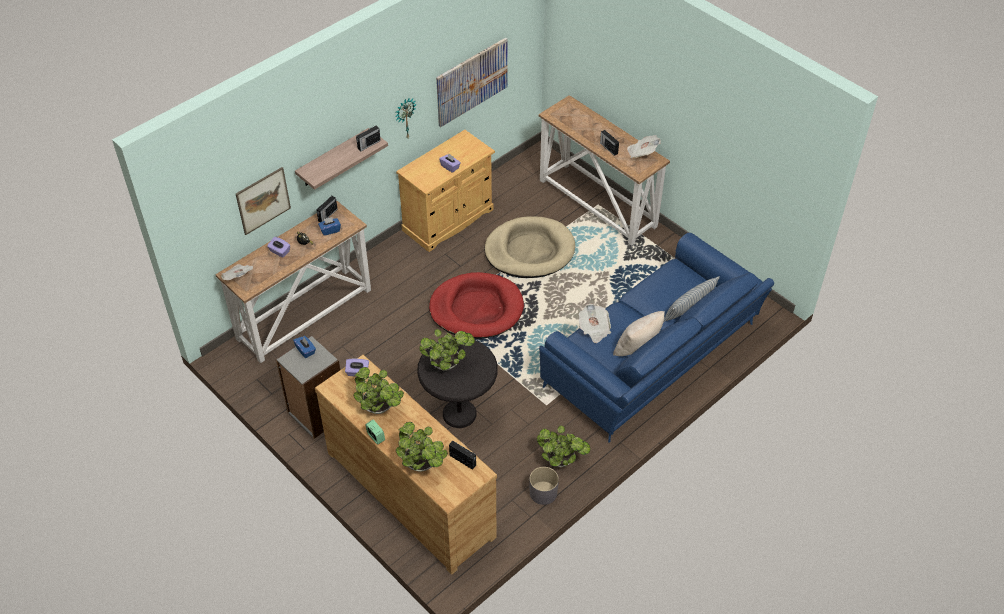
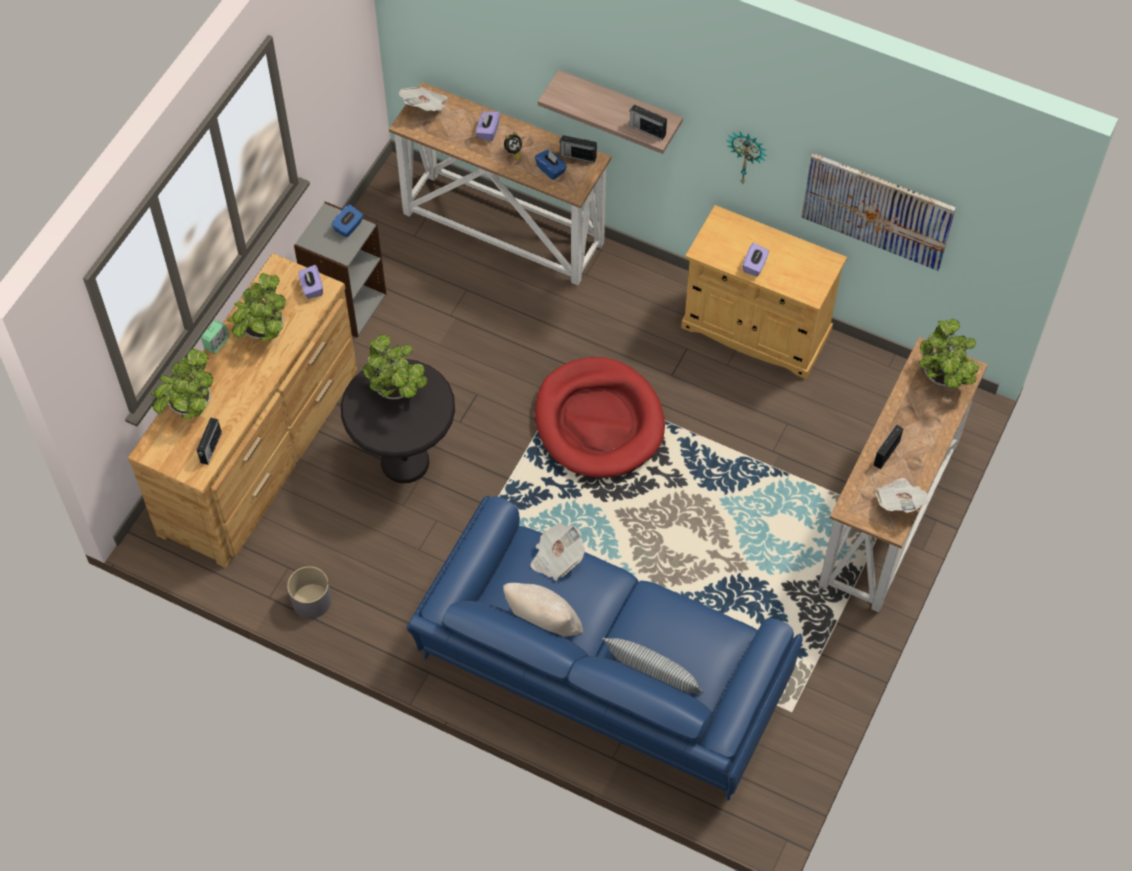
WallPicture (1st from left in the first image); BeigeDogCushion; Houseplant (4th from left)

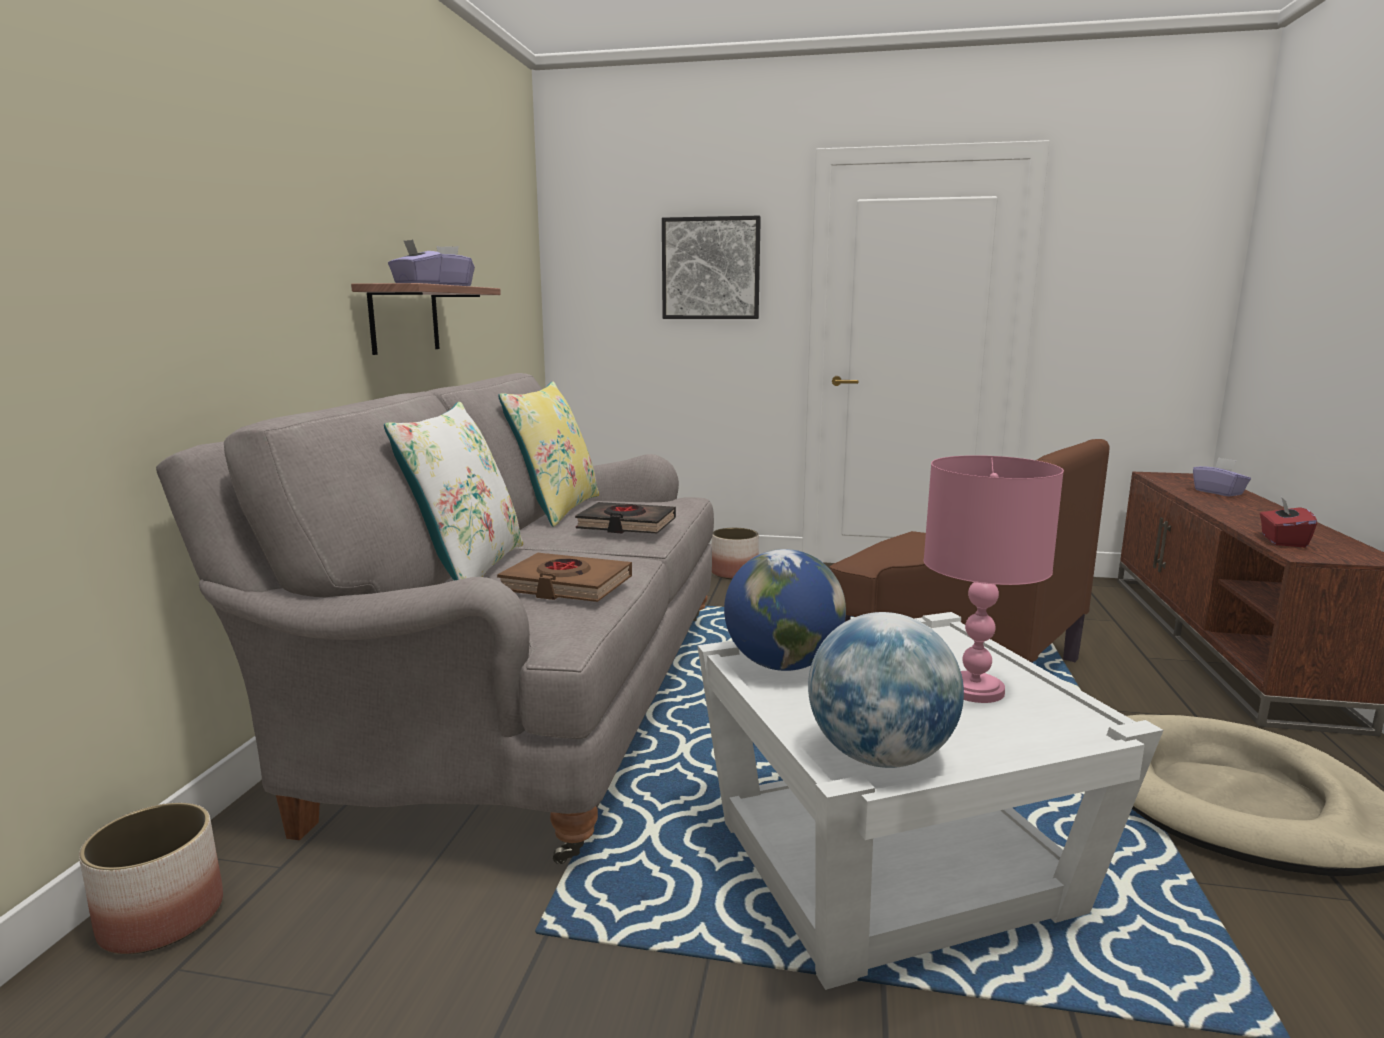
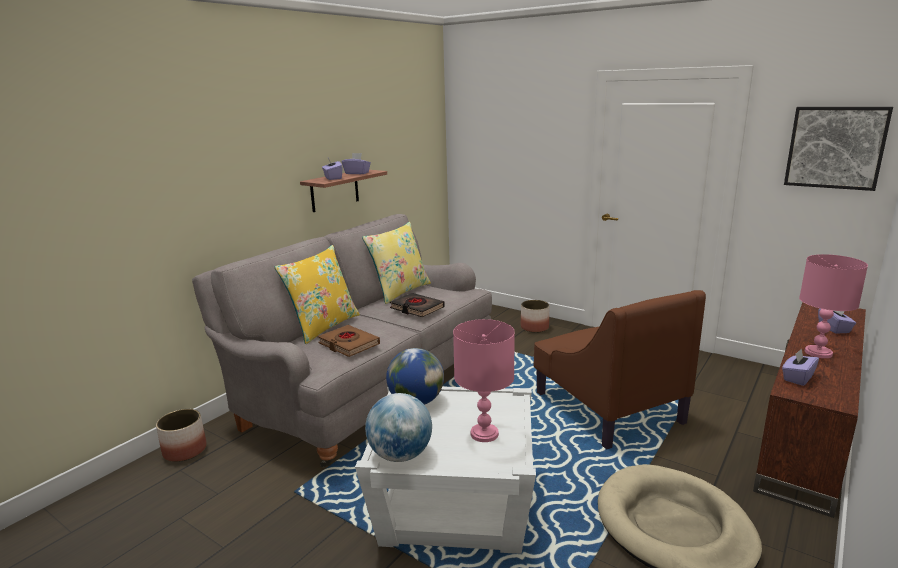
YellowPillow (1st from left); WallPicture; PurpleTissueHolder (3rd from left); PinkLampForATable (2nd from left)

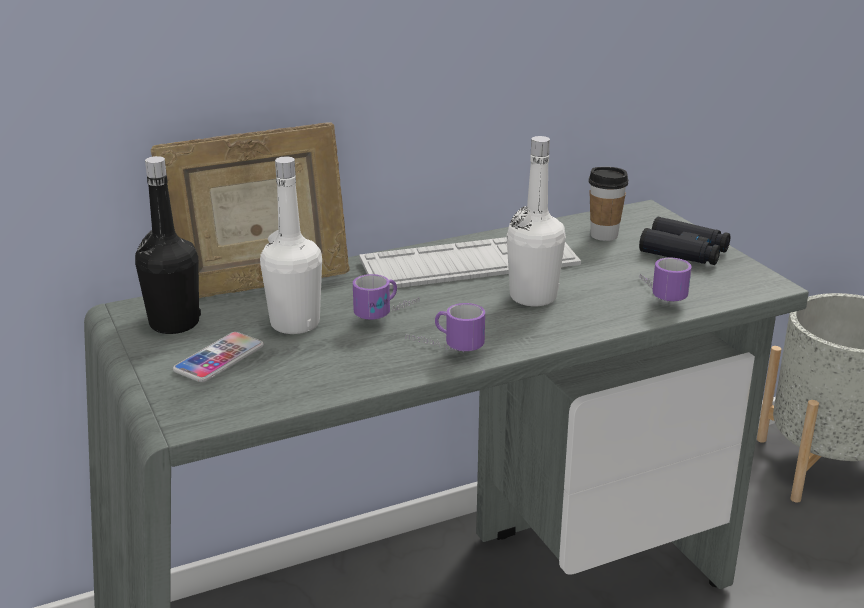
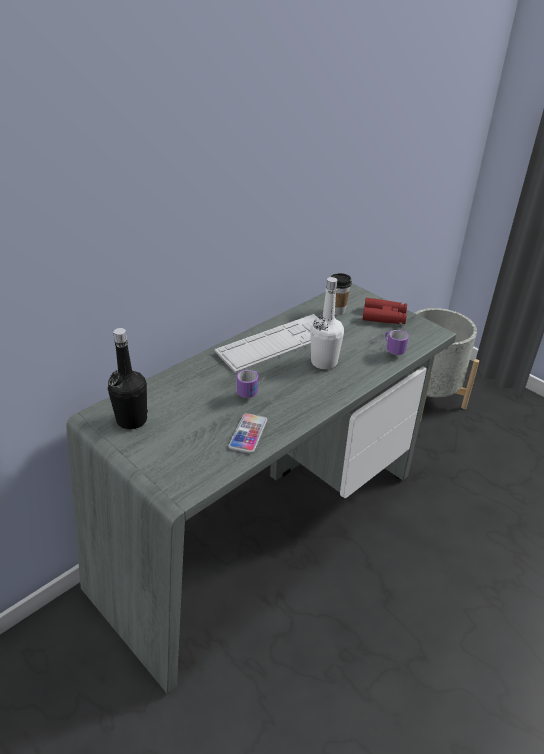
PictureFrame; Telephone; WhiteColouredBottle (1st from left in the first image); TeaMug (2nd from left in the first image); ReddishBinoculars

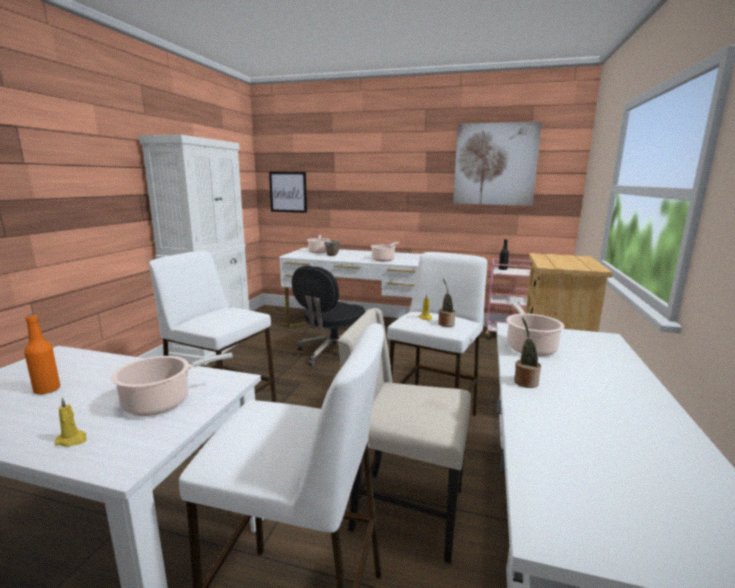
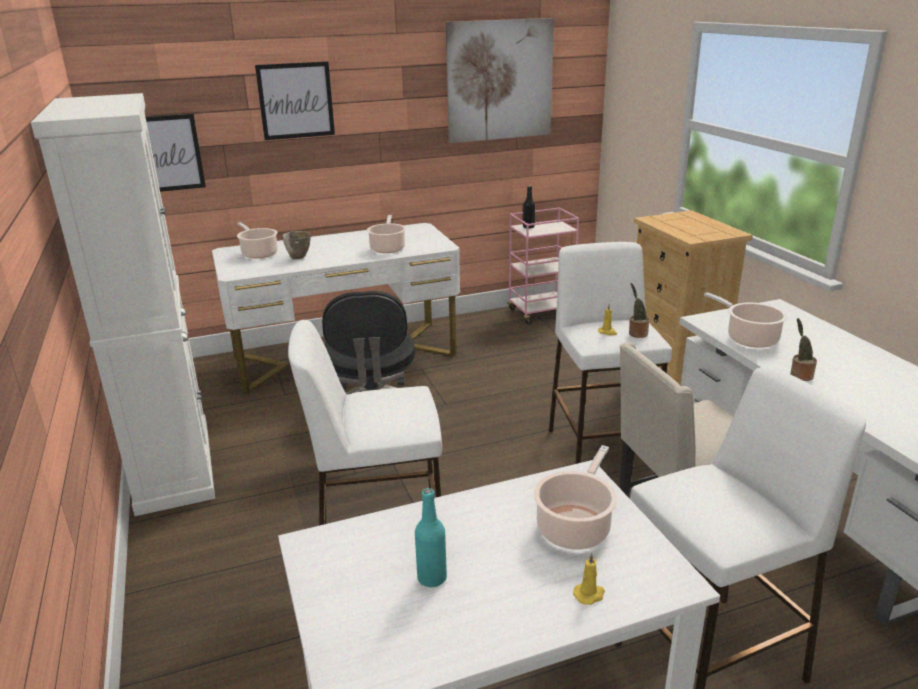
TurquoiseBottle; WallPicture (2nd from left)

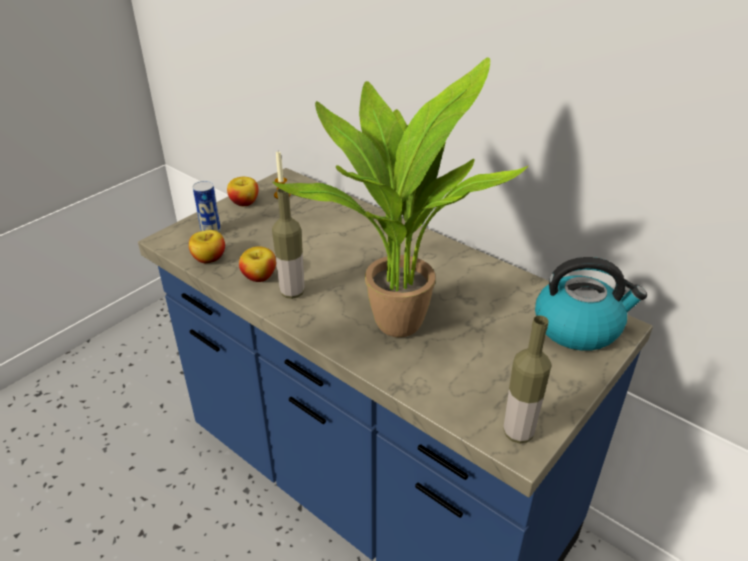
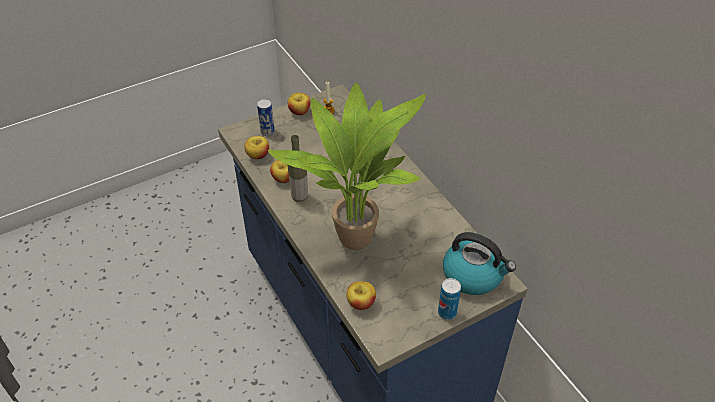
Bottle (2nd from left in the first image); WholeApple (4th from left); Can (2nd from left)

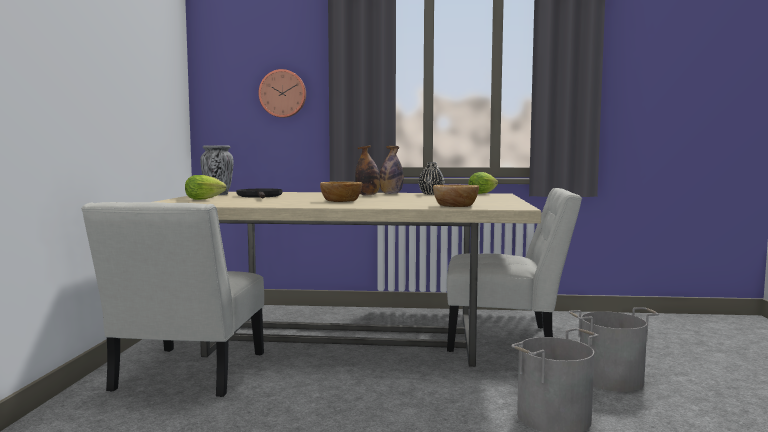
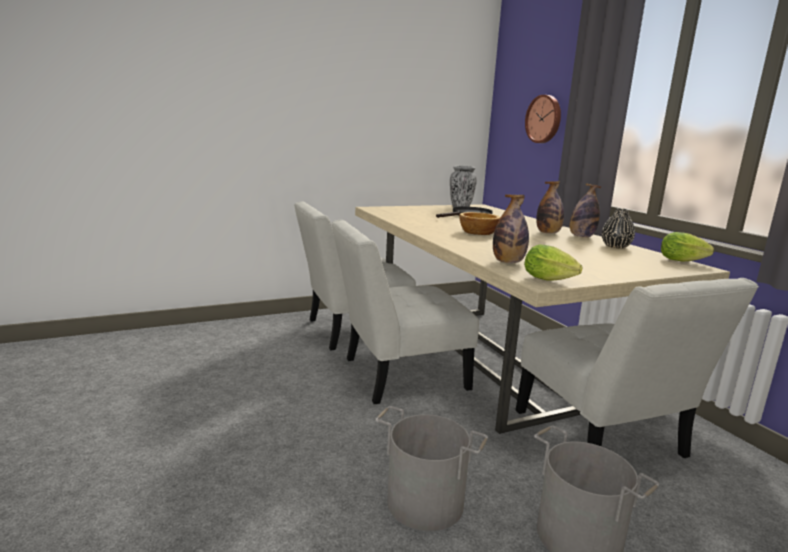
LettuceHead (1st from left); Bottle (1st from left); WhiteColouredChair (2nd from left)

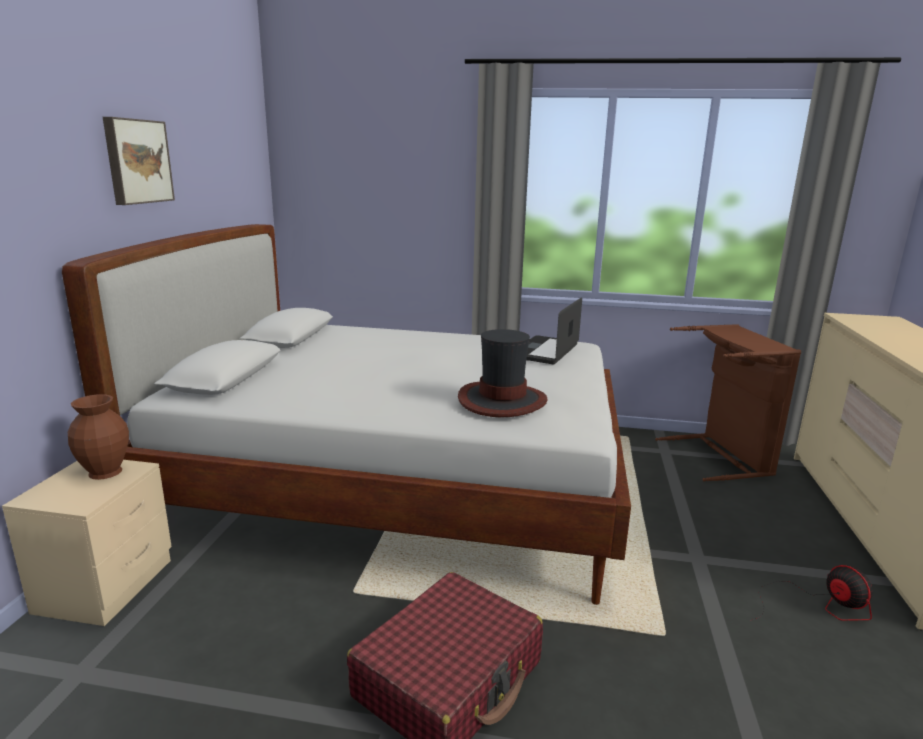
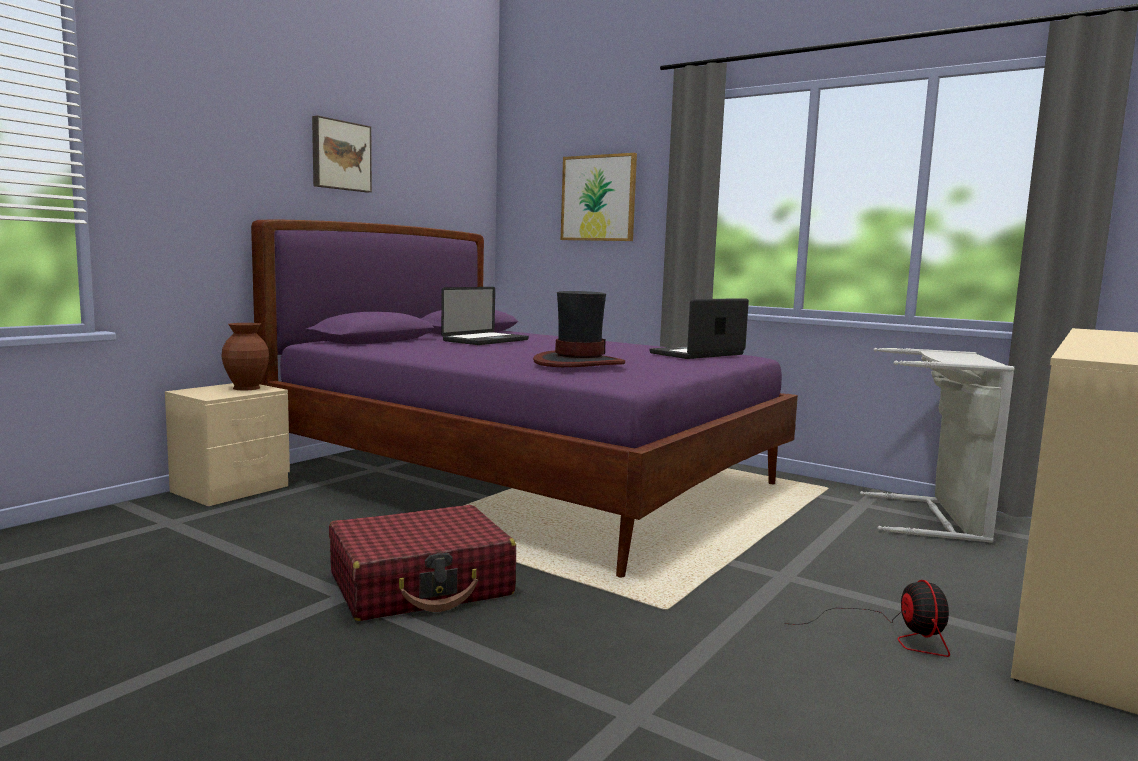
PurpleBedroomBed; GreyWashingBasket; NotebookComputer (1st from left); WallPicture (2nd from left)

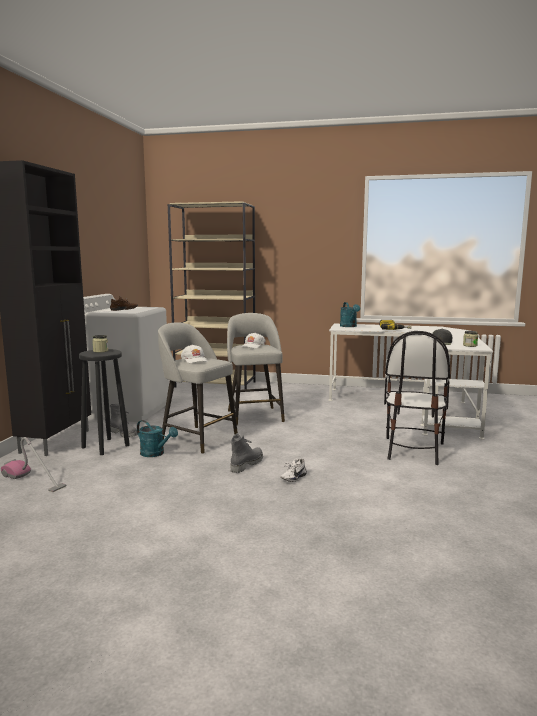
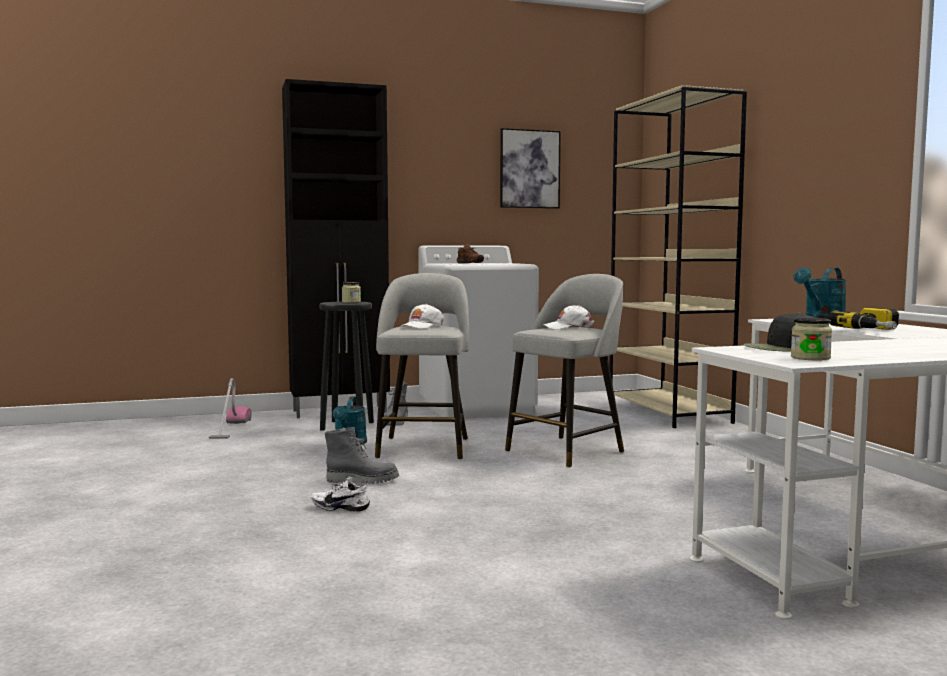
Chair; WallPicture

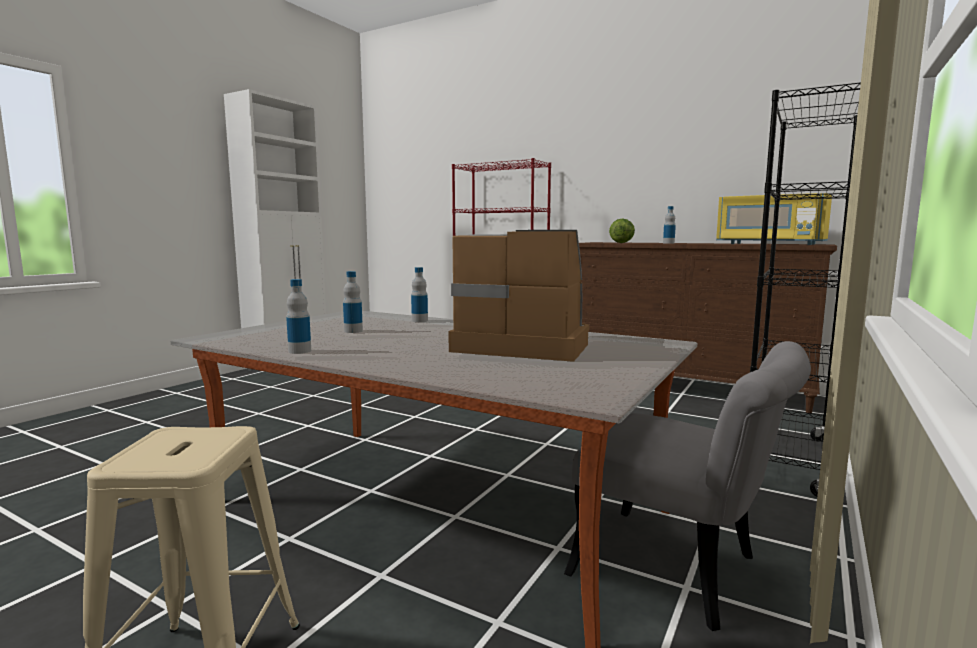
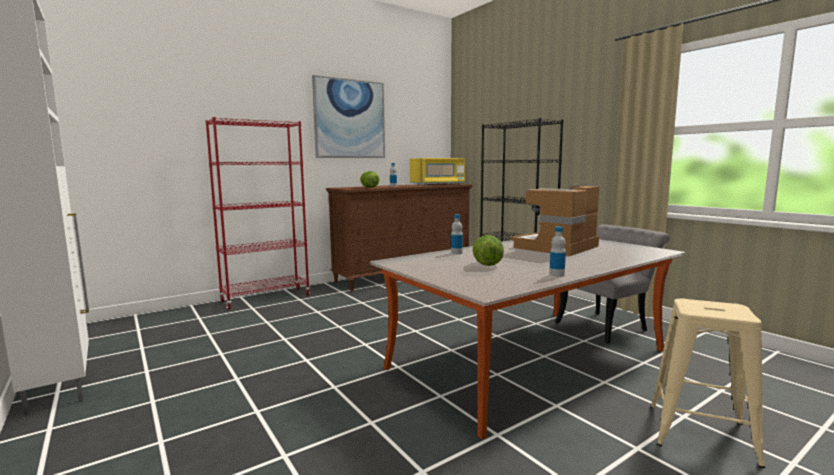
LettuceHead (2nd from left); WallPicture

